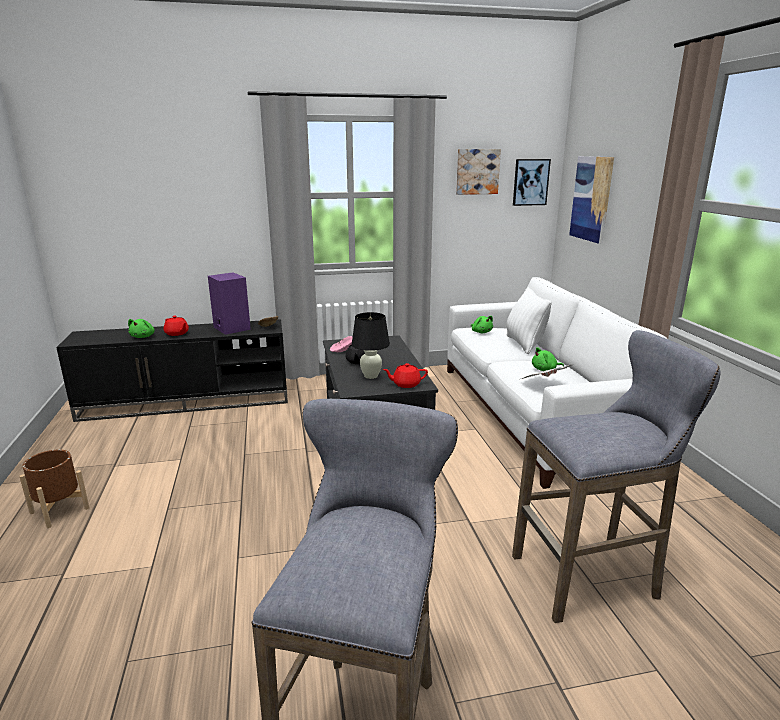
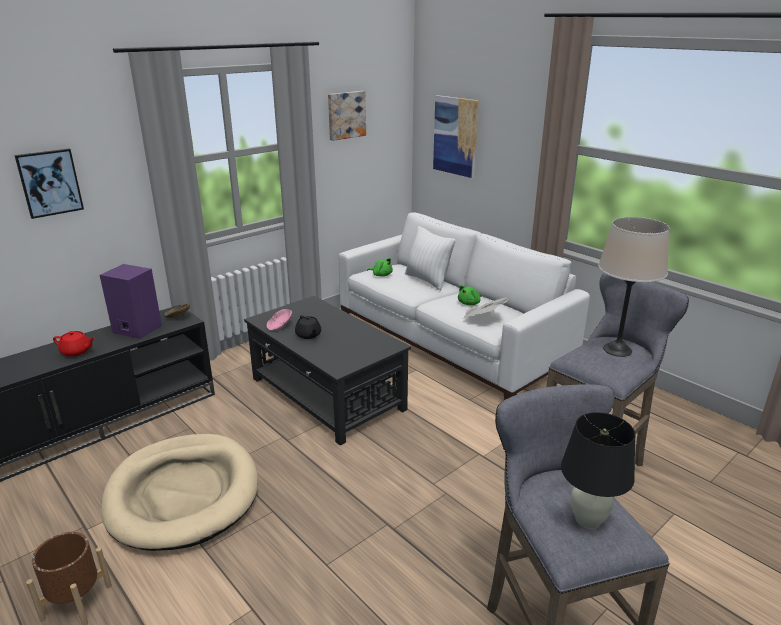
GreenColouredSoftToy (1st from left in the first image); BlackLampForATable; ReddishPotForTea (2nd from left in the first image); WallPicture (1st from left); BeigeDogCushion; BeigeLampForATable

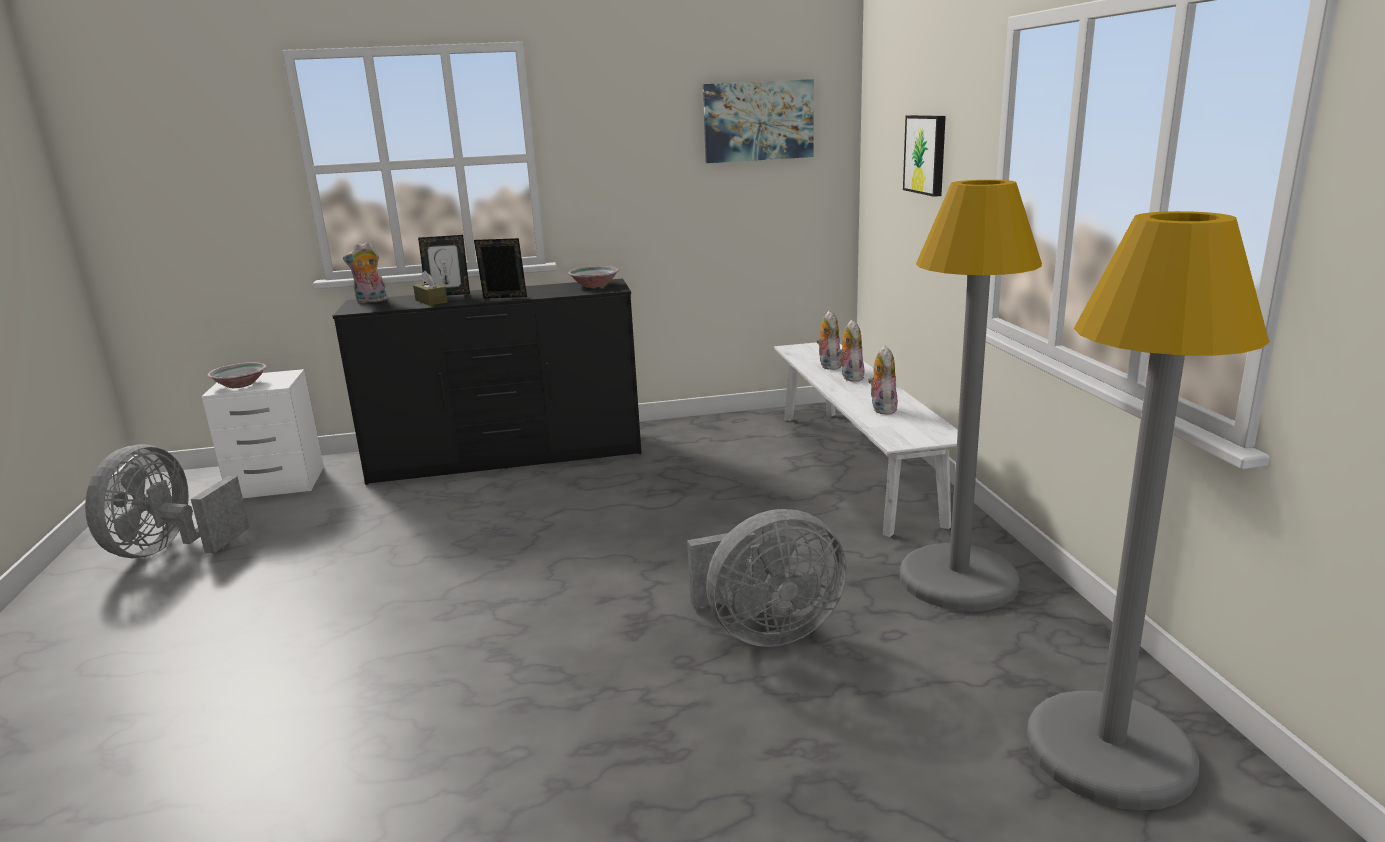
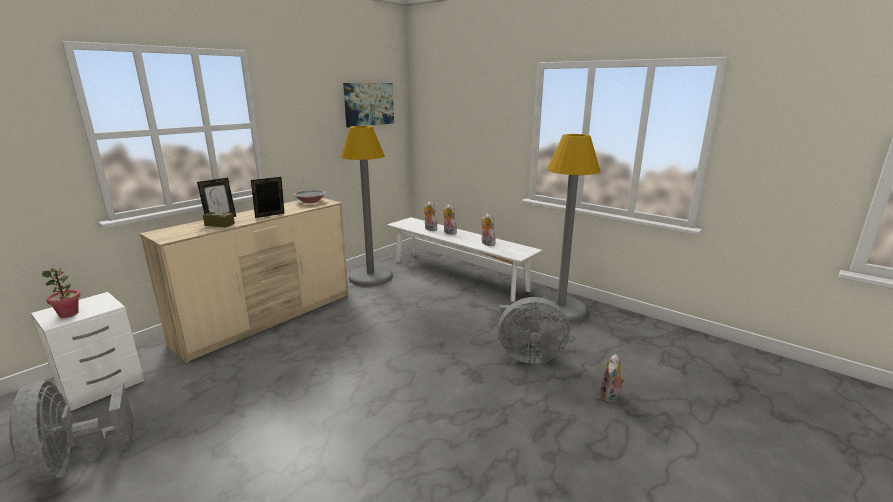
Houseplant; BeigeDresser; SoftToy (4th from left); GreyElectricFan (2nd from left); WallPicture (2nd from left in the first image); GreyStandingLamp (1st from left)

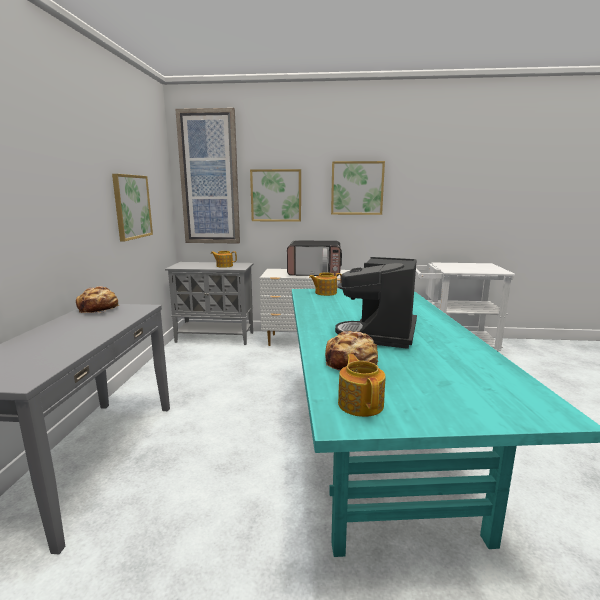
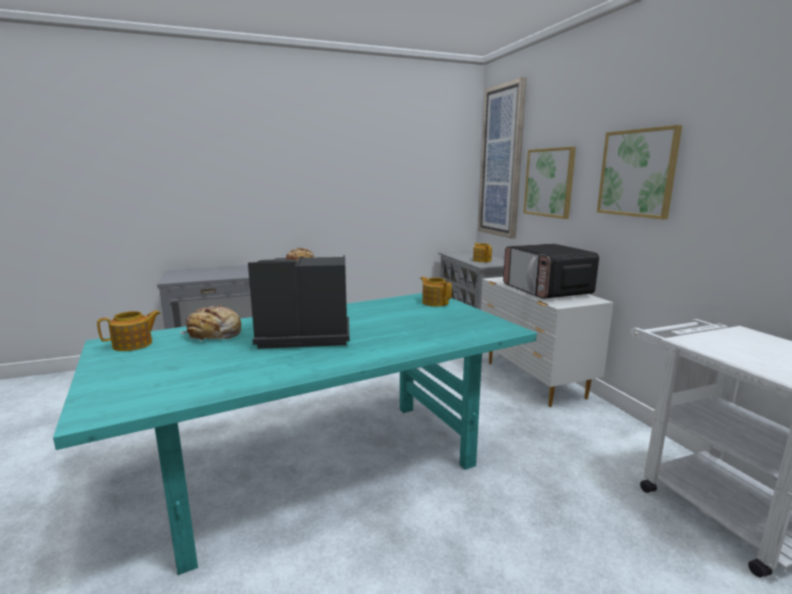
WallPicture (1st from left in the first image)

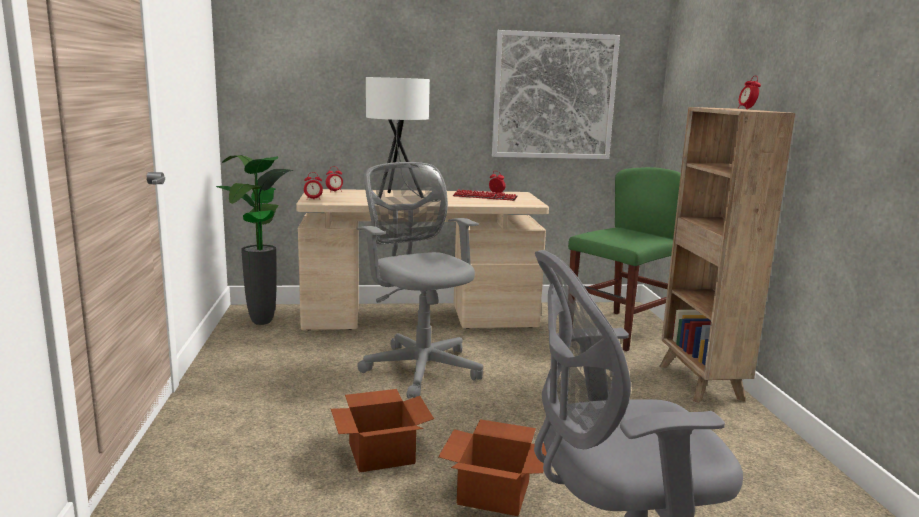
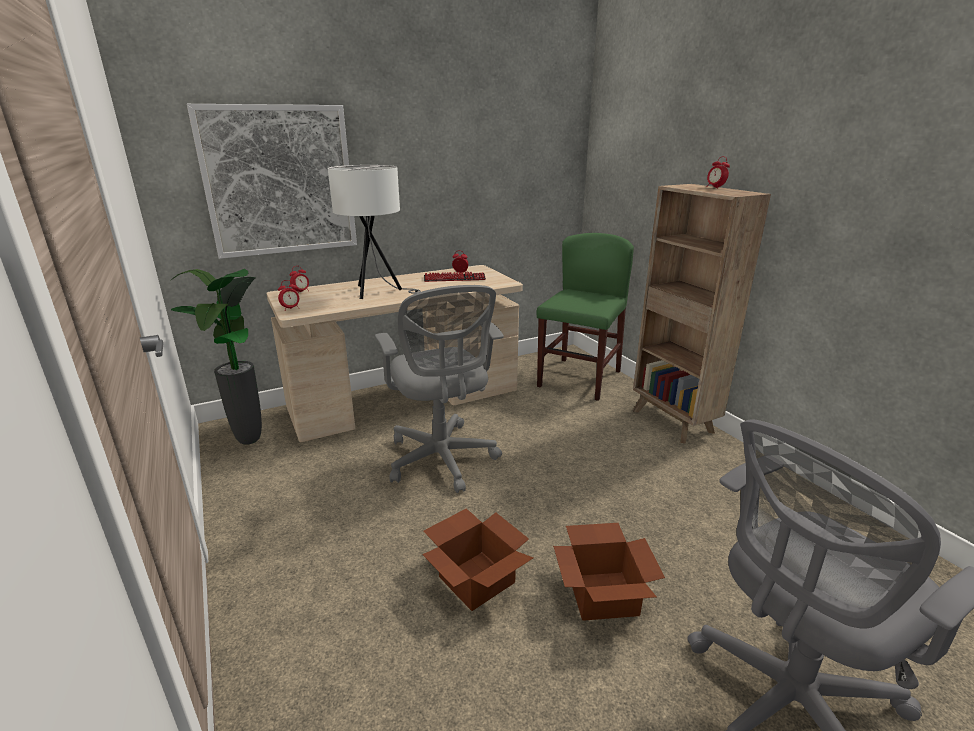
GreyOfficeChair (1st from left); WallPicture

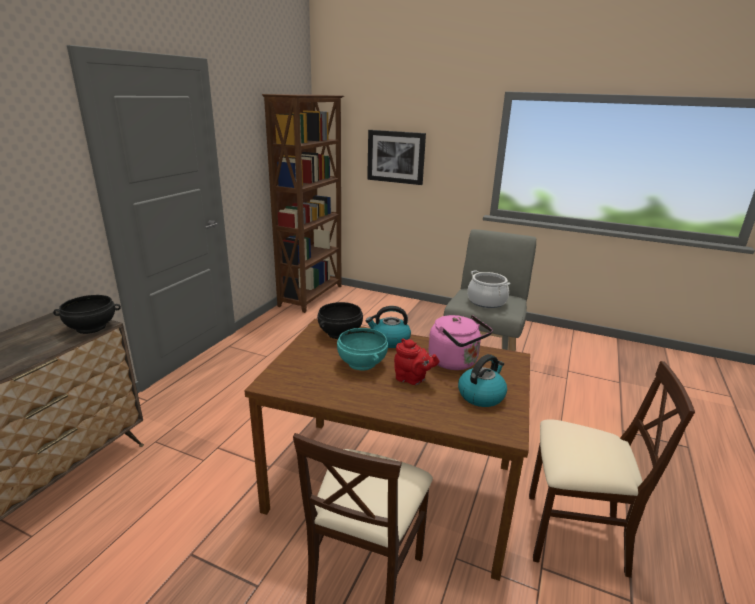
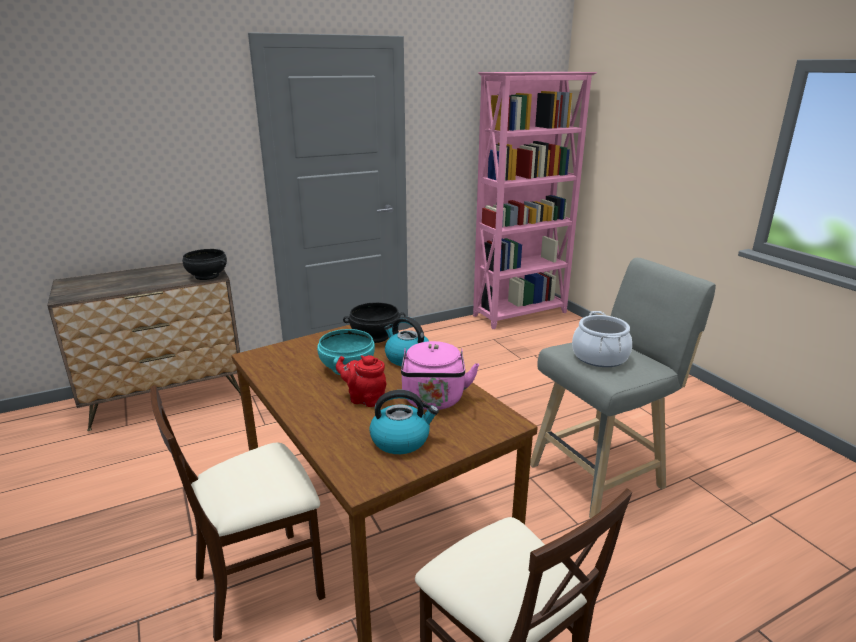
PinkBookcase; WallPicture; ReddishPotForTea

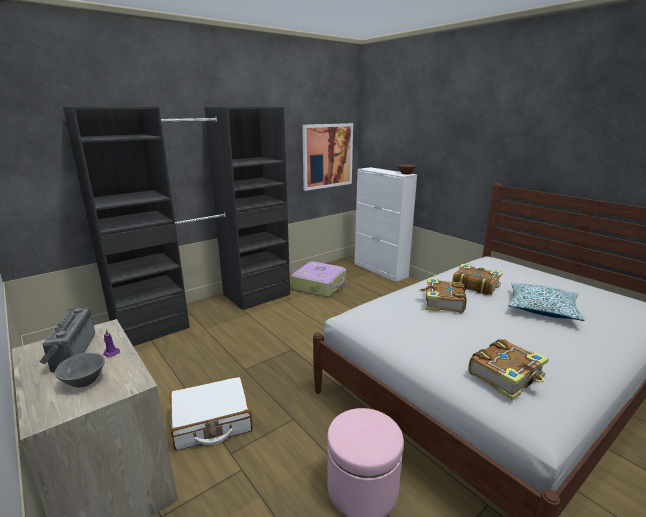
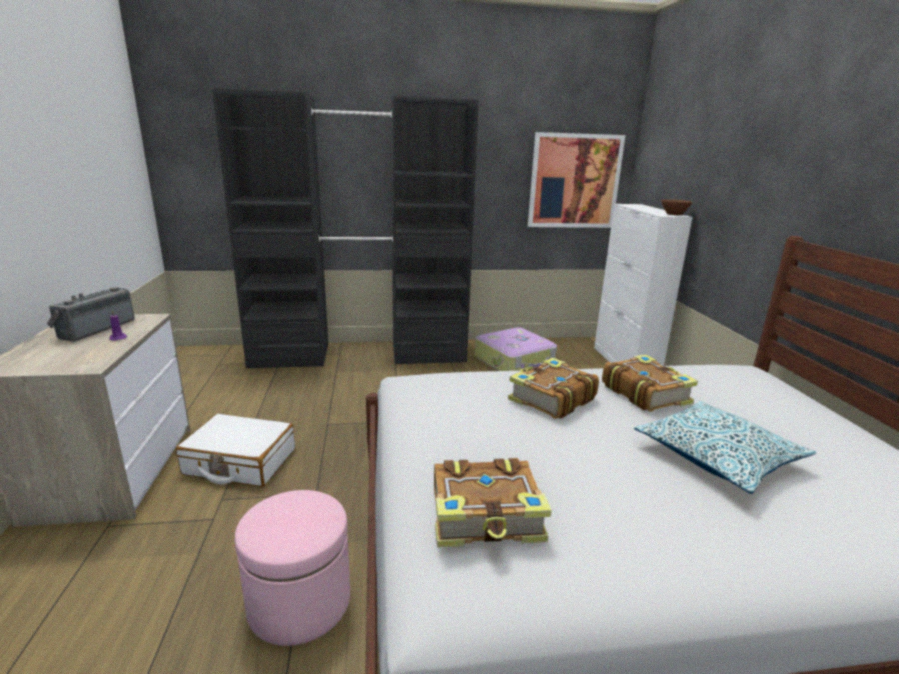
GreyBowl

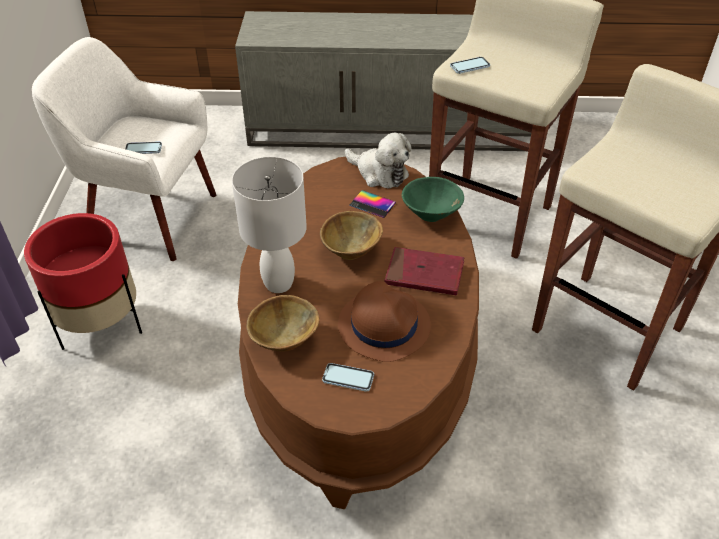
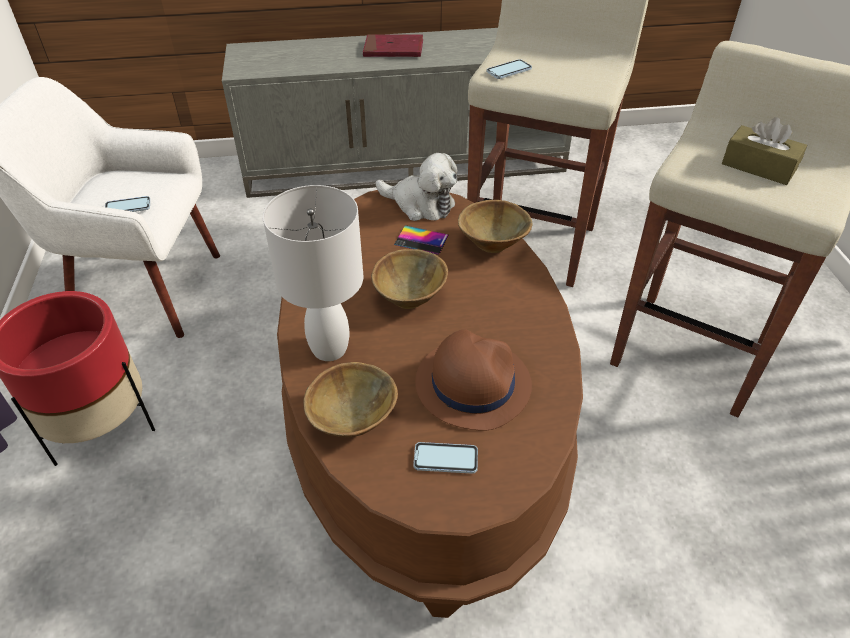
ReddishBook; BrownishBowl (3rd from left); BrownishTissueHolder

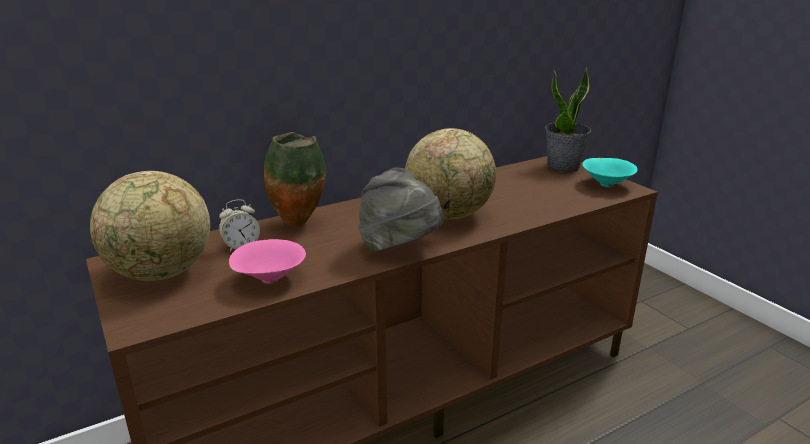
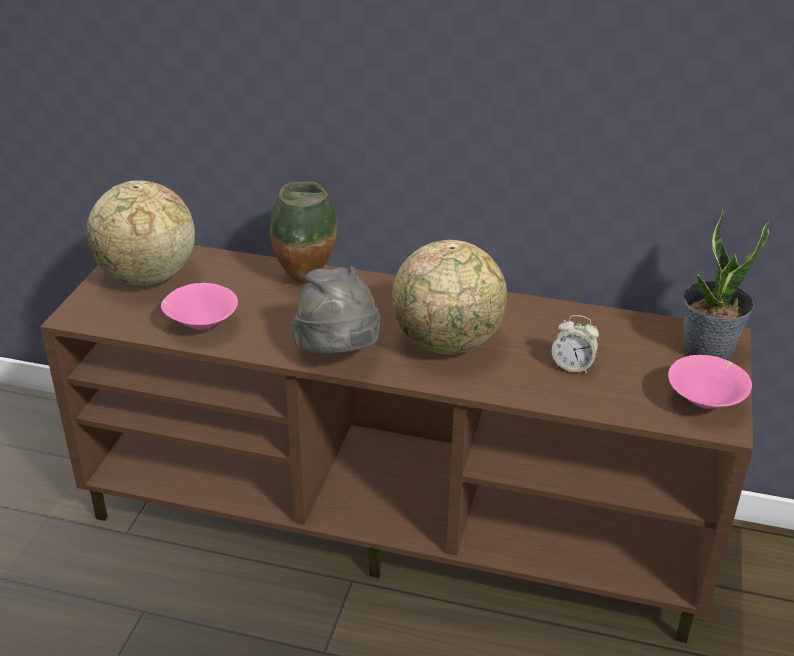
TableClock; PinkBowl (2nd from left)

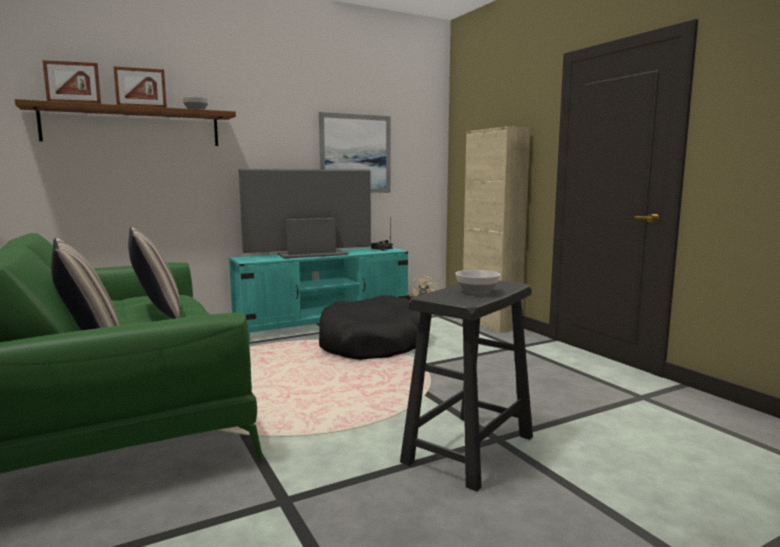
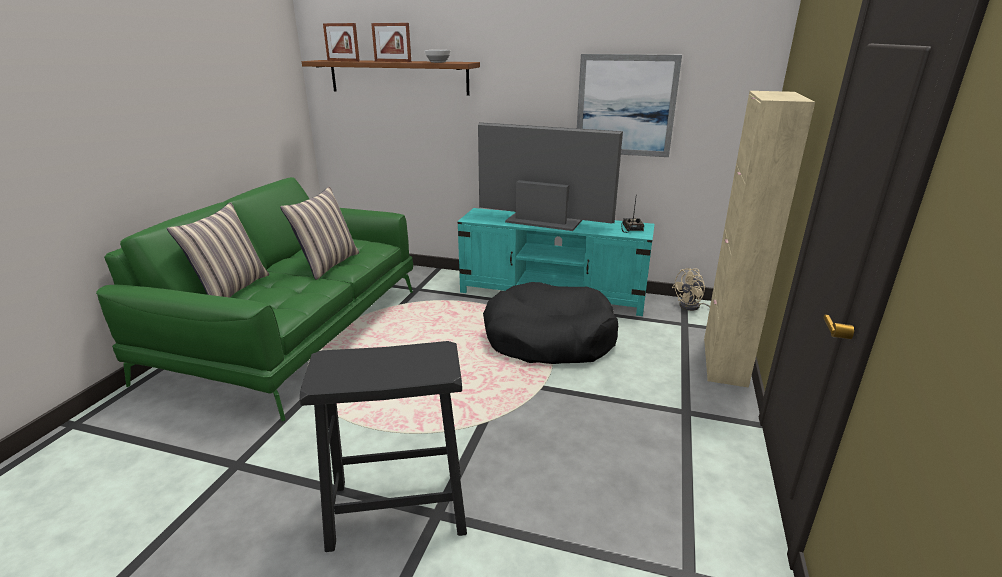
Bowl (2nd from left in the first image)

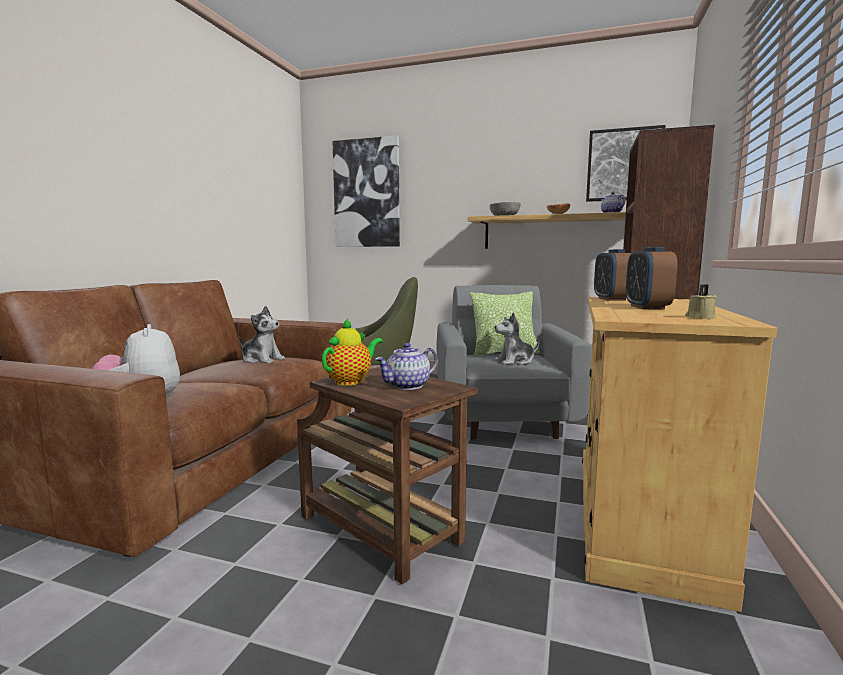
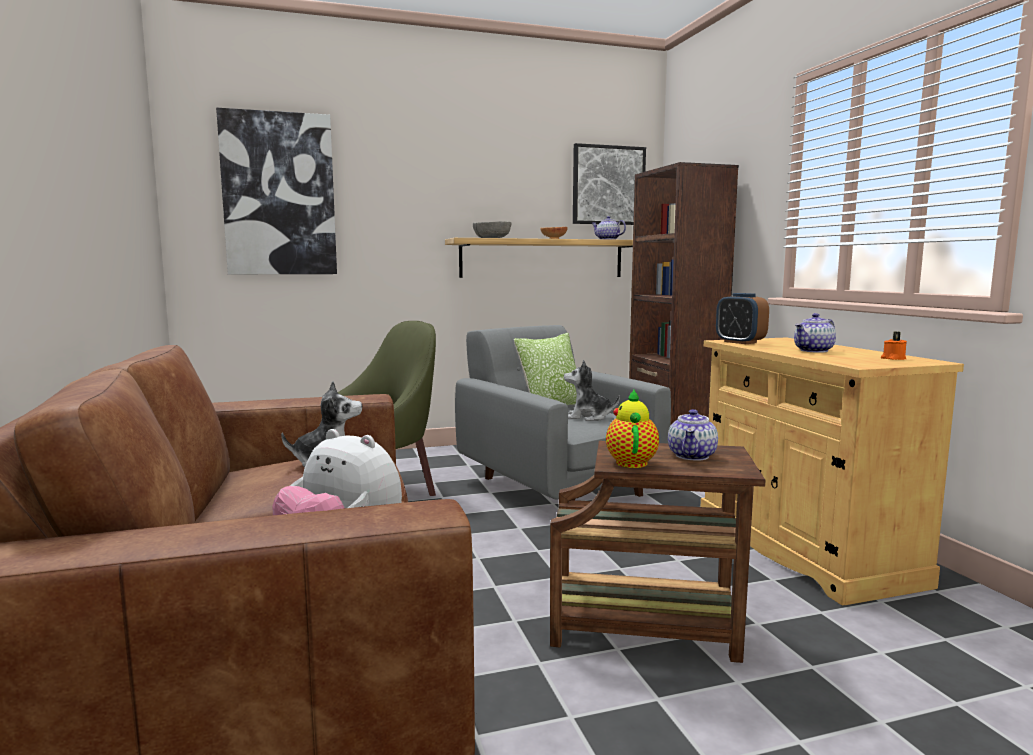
SoftToy (3rd from left); PotForTea (4th from left); OrangeyWaxCandle

